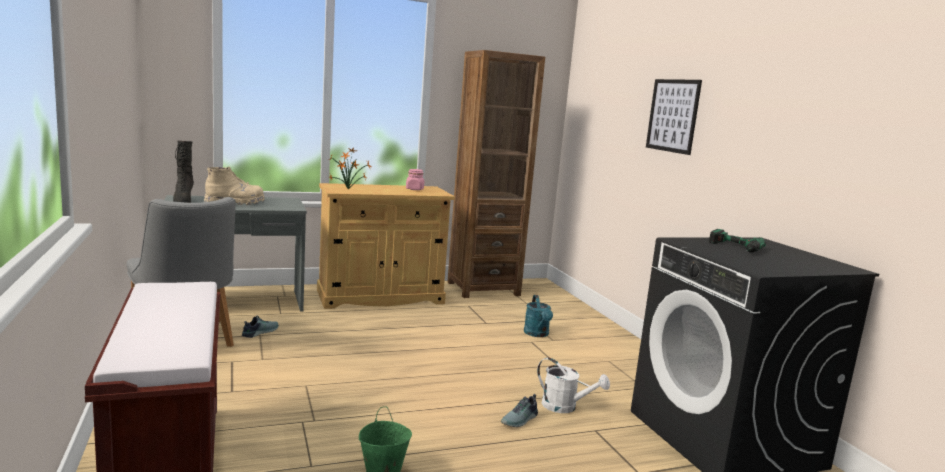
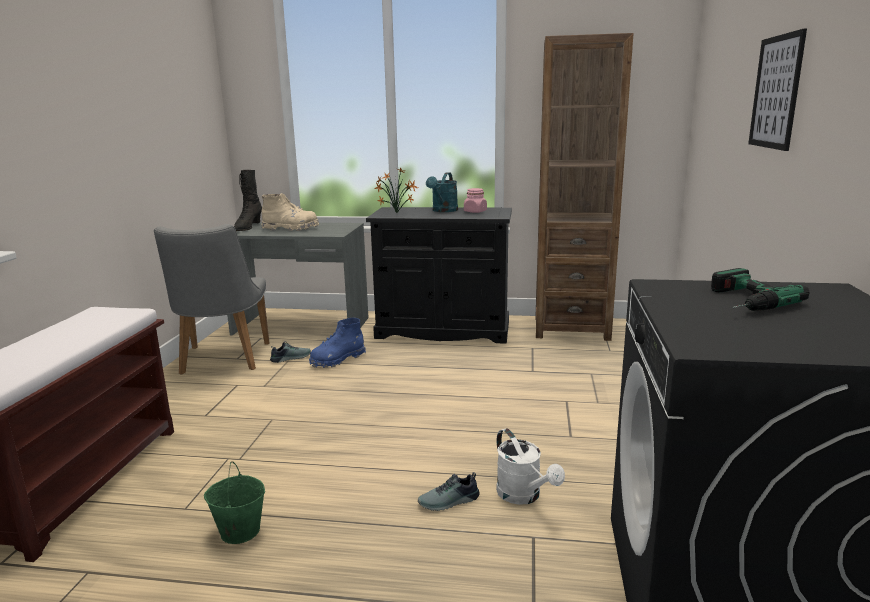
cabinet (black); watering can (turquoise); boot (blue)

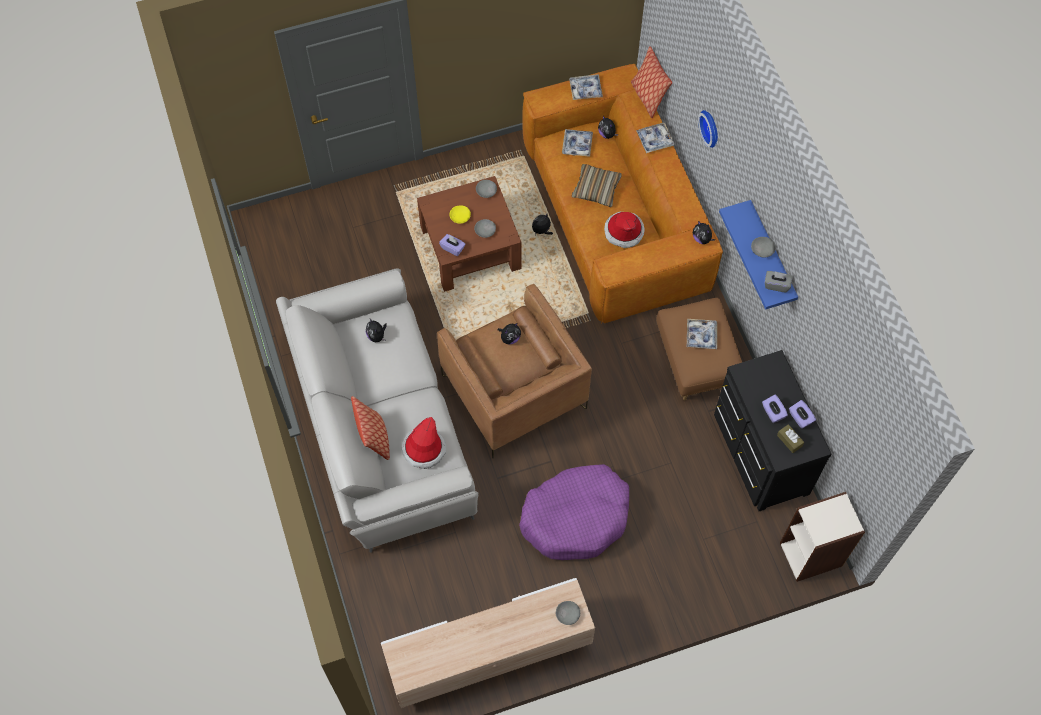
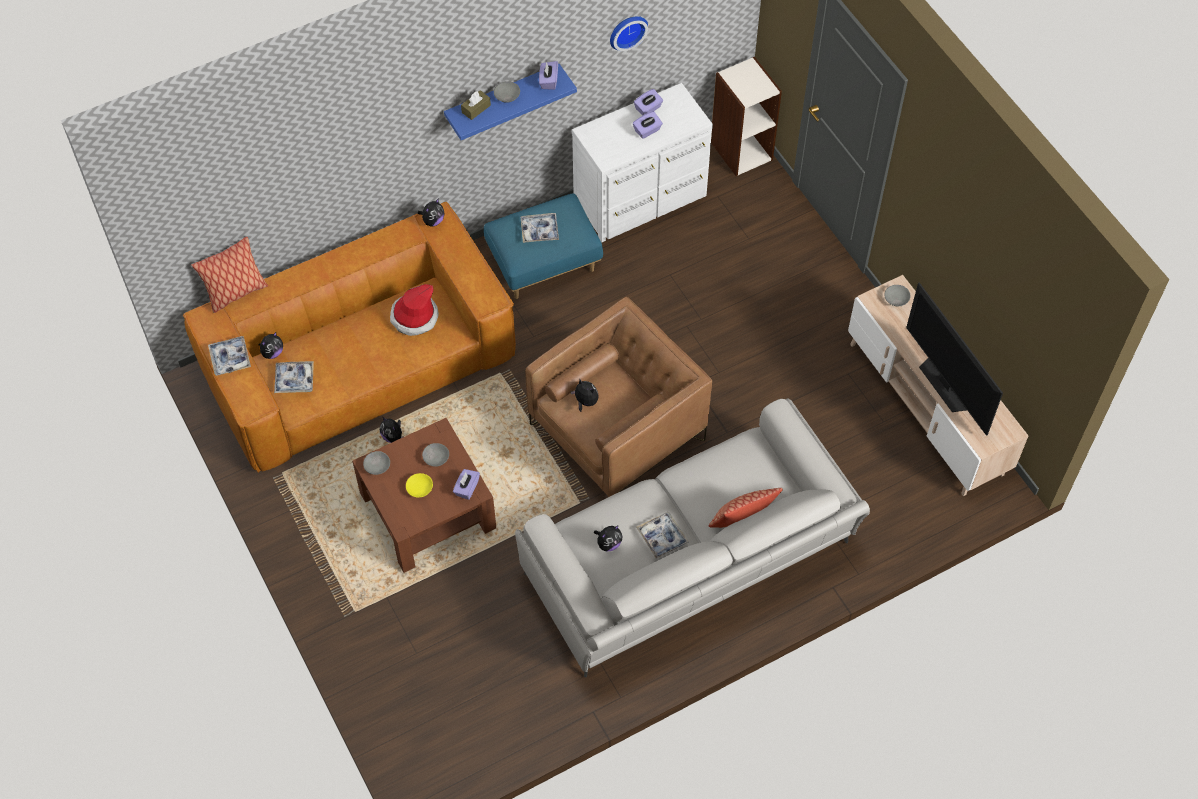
wall clock; tray (4th from left); pillow (2nd from left in the first image); tissue box (purple) (2nd from left); ottoman (blue); dresser (white); hat (1st from left in the first image); tissue box (brown); dog bed (purple); television

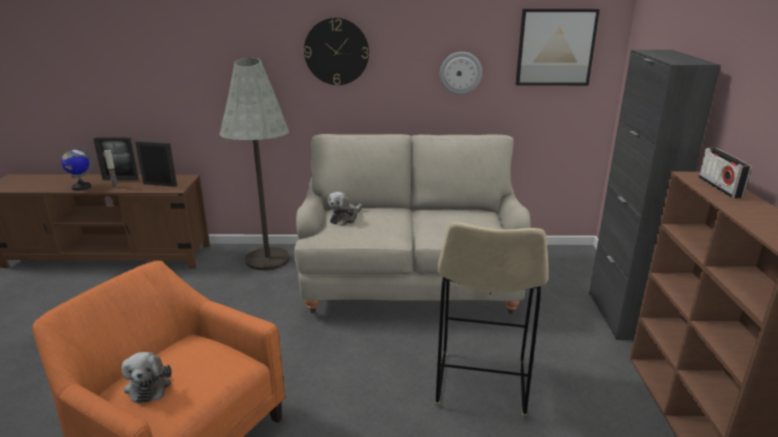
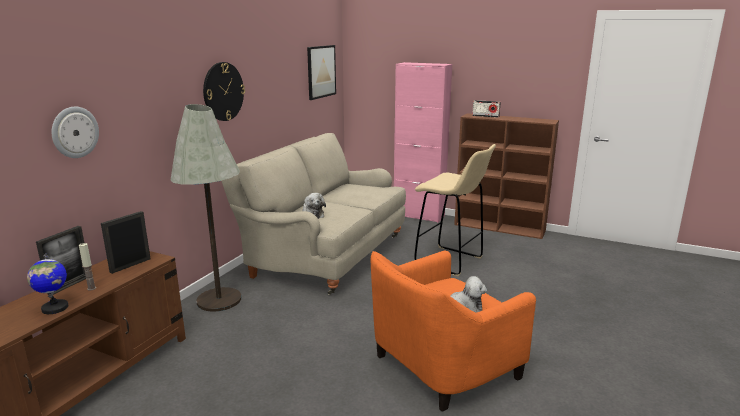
cabinet (pink); wall clock (1st from left)

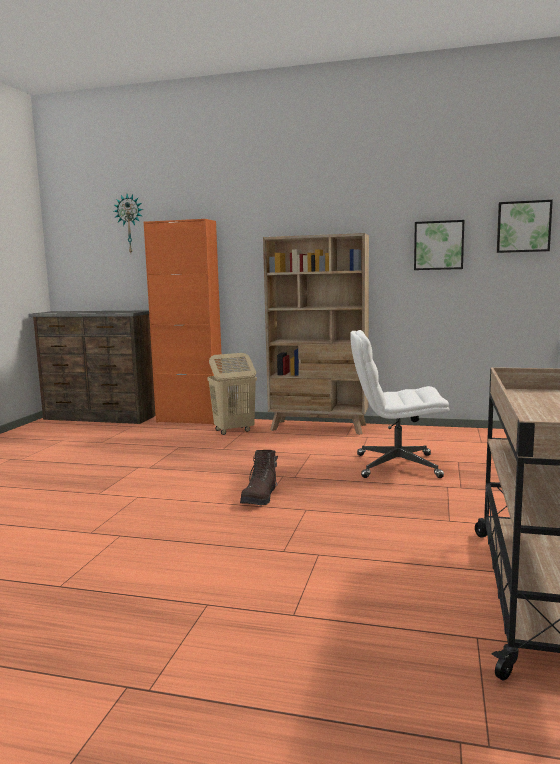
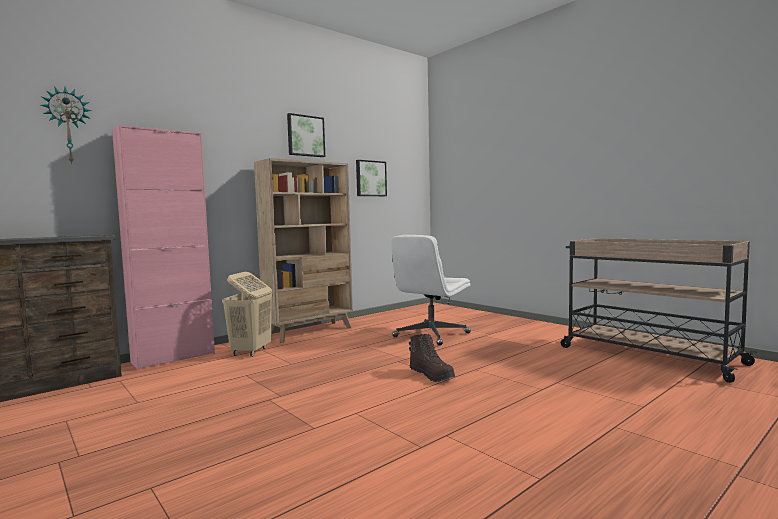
picture (1st from left); cabinet (pink)

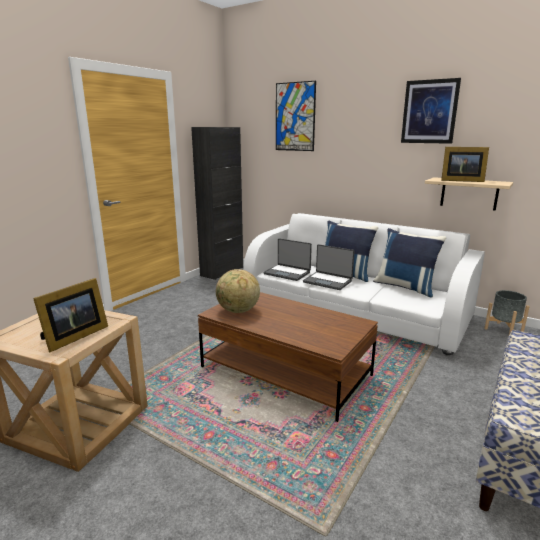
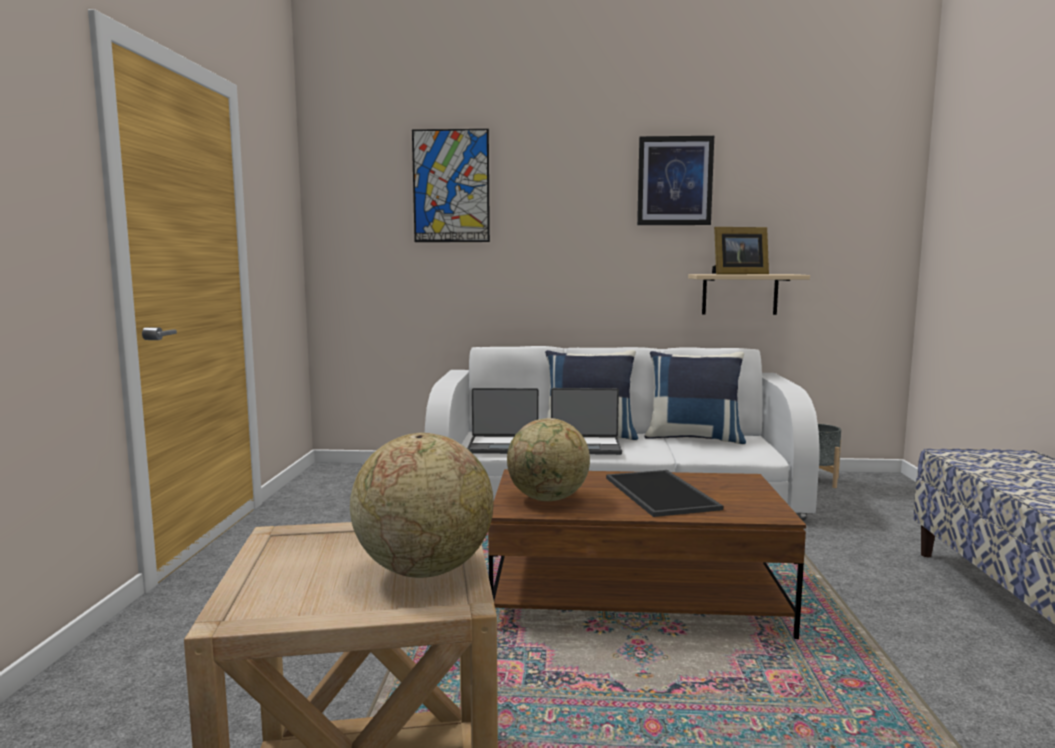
cabinet (black); globe (1st from left); tray

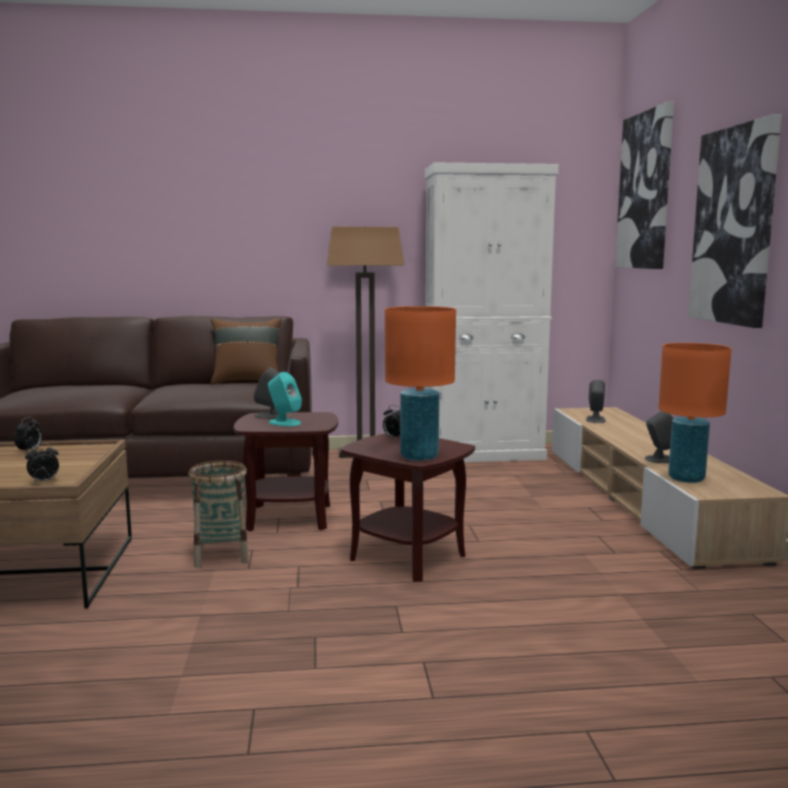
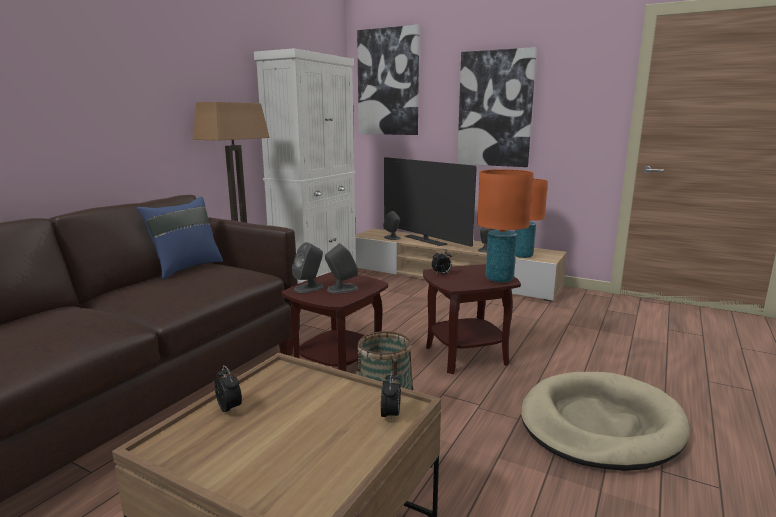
pillow (blue); speaker (grey) (2nd from left); television; dog bed (beige)

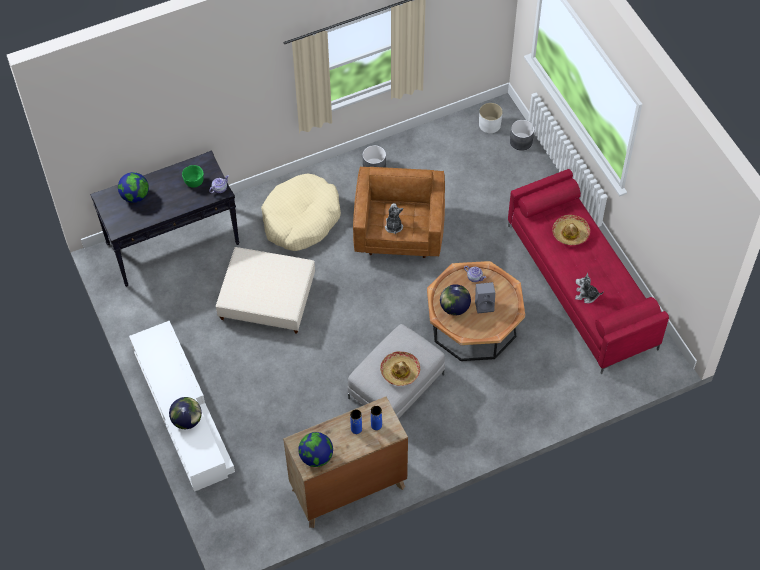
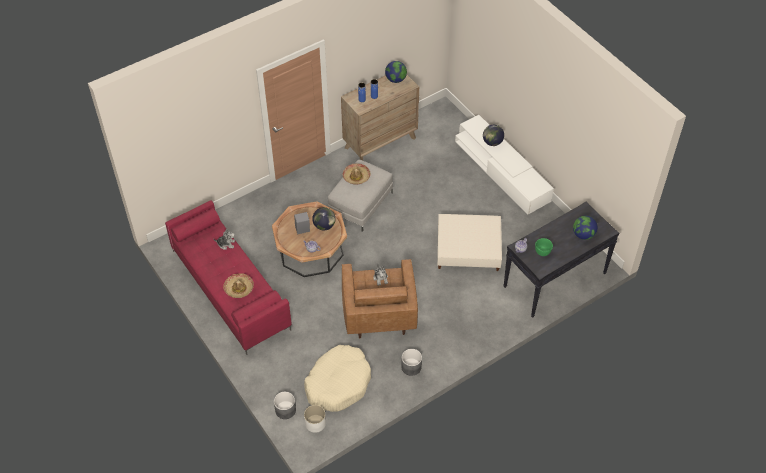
dog bed (beige)

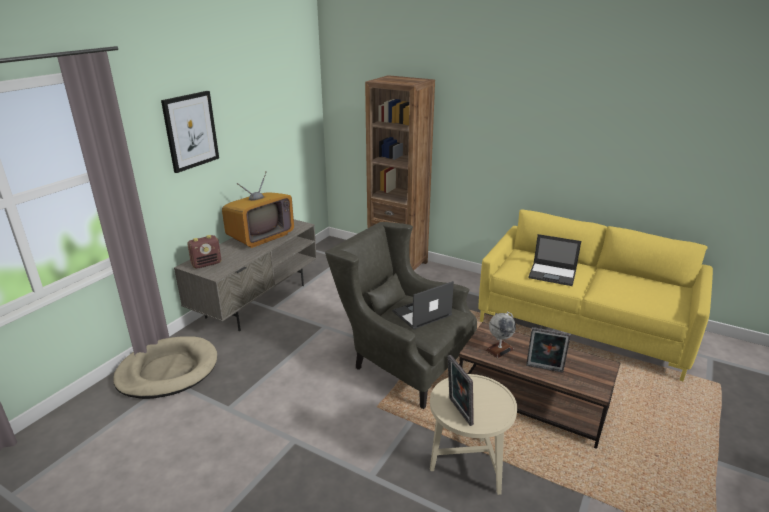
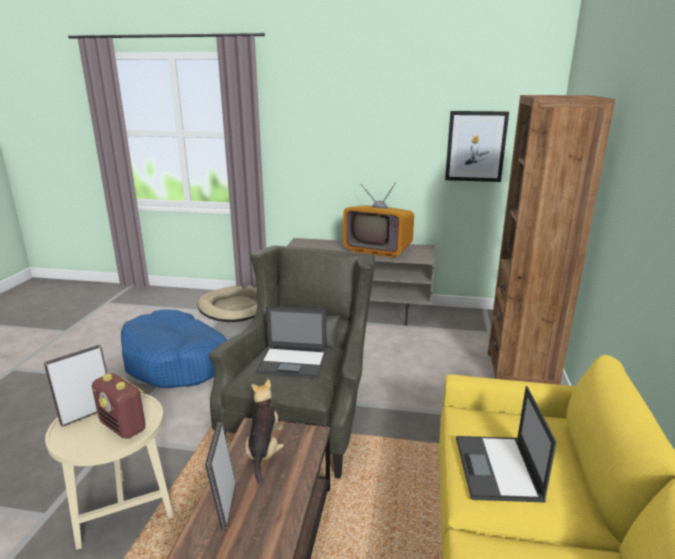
picture; radio; laptop (1st from left); plush toy; dog bed (blue)

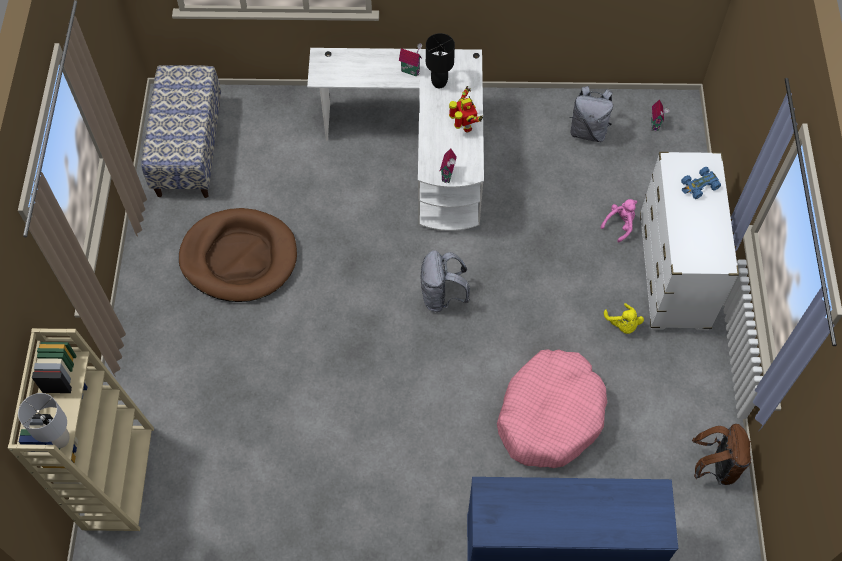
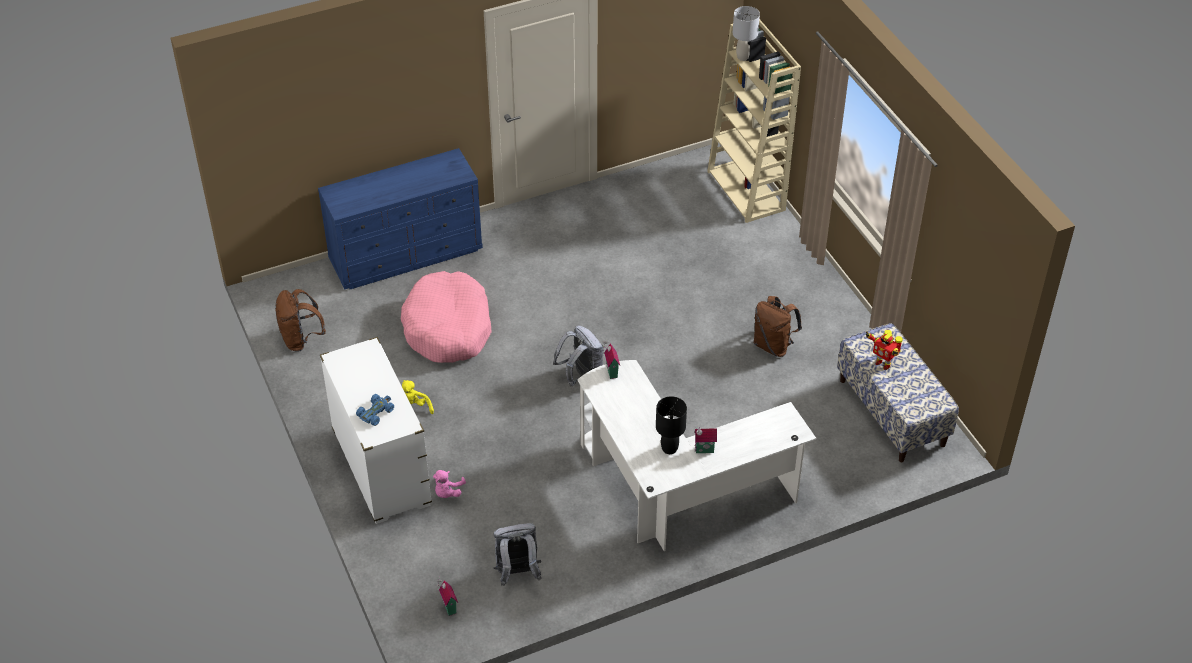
toy robot; backpack (brown) (2nd from left)

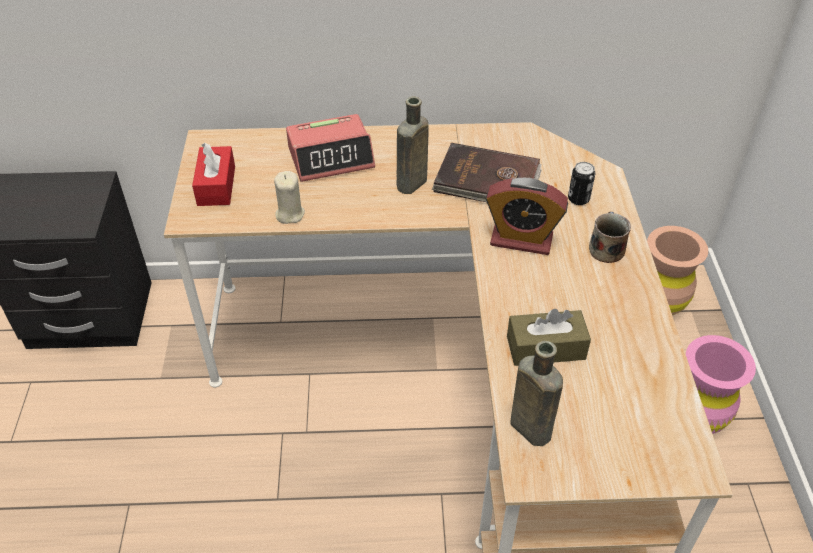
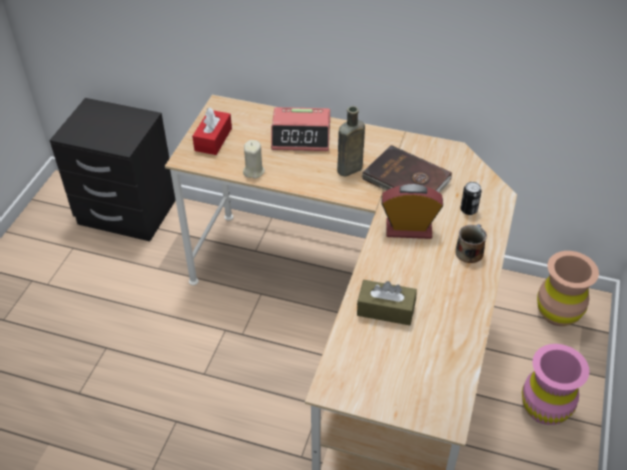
alarm clock (2nd from left); bottle (brown) (2nd from left in the first image)

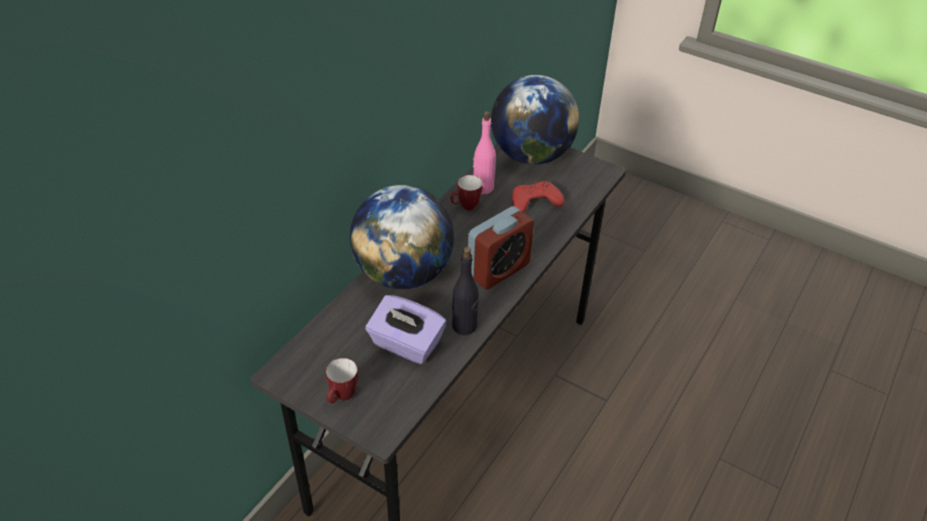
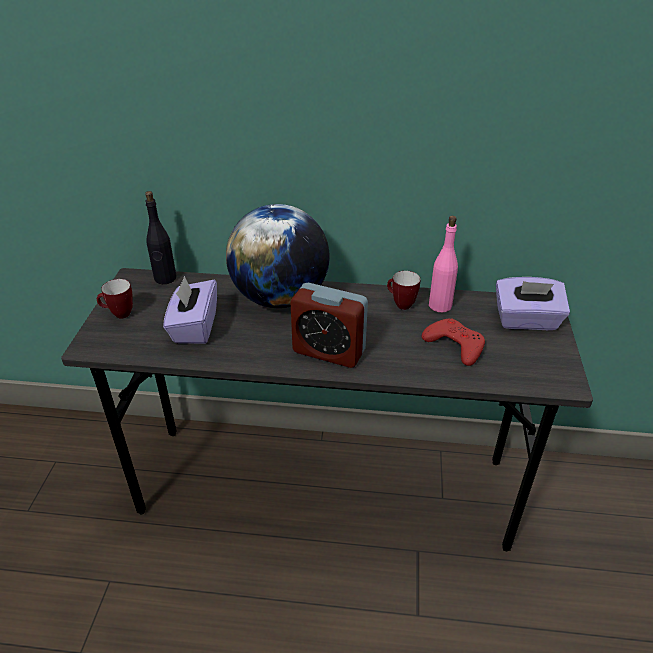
tissue box (purple) (2nd from left); bottle (black)

